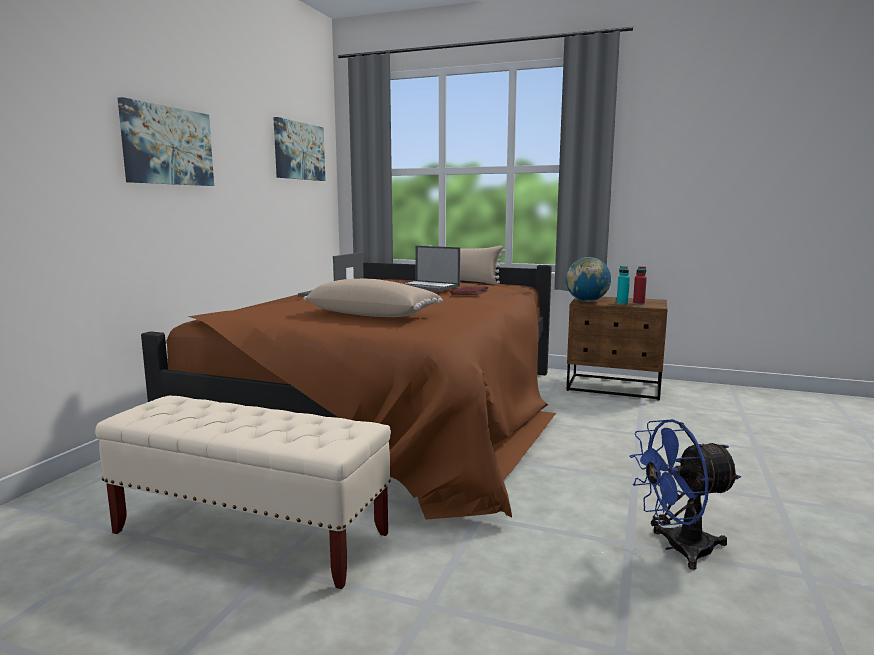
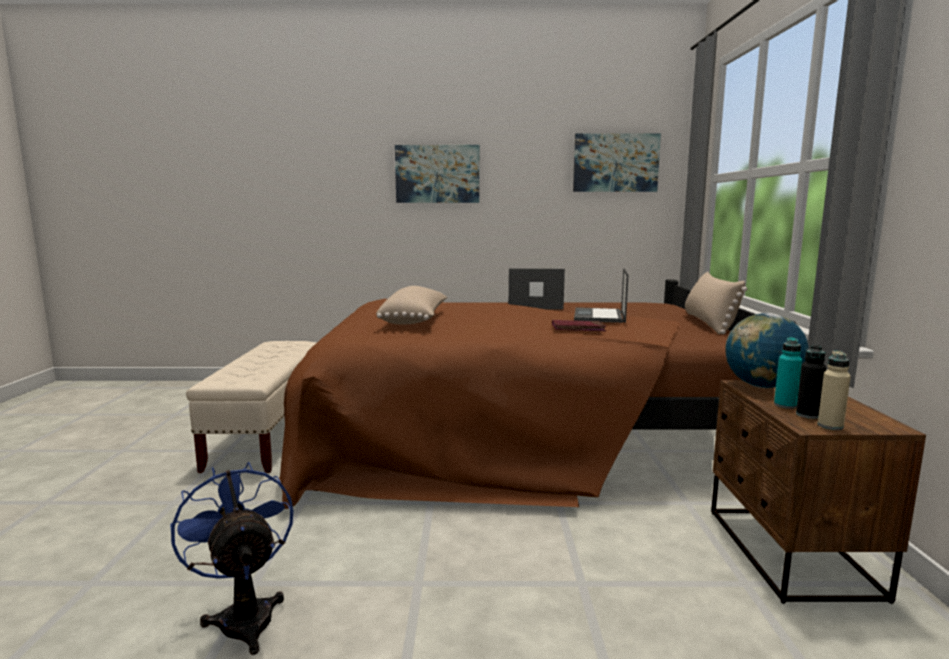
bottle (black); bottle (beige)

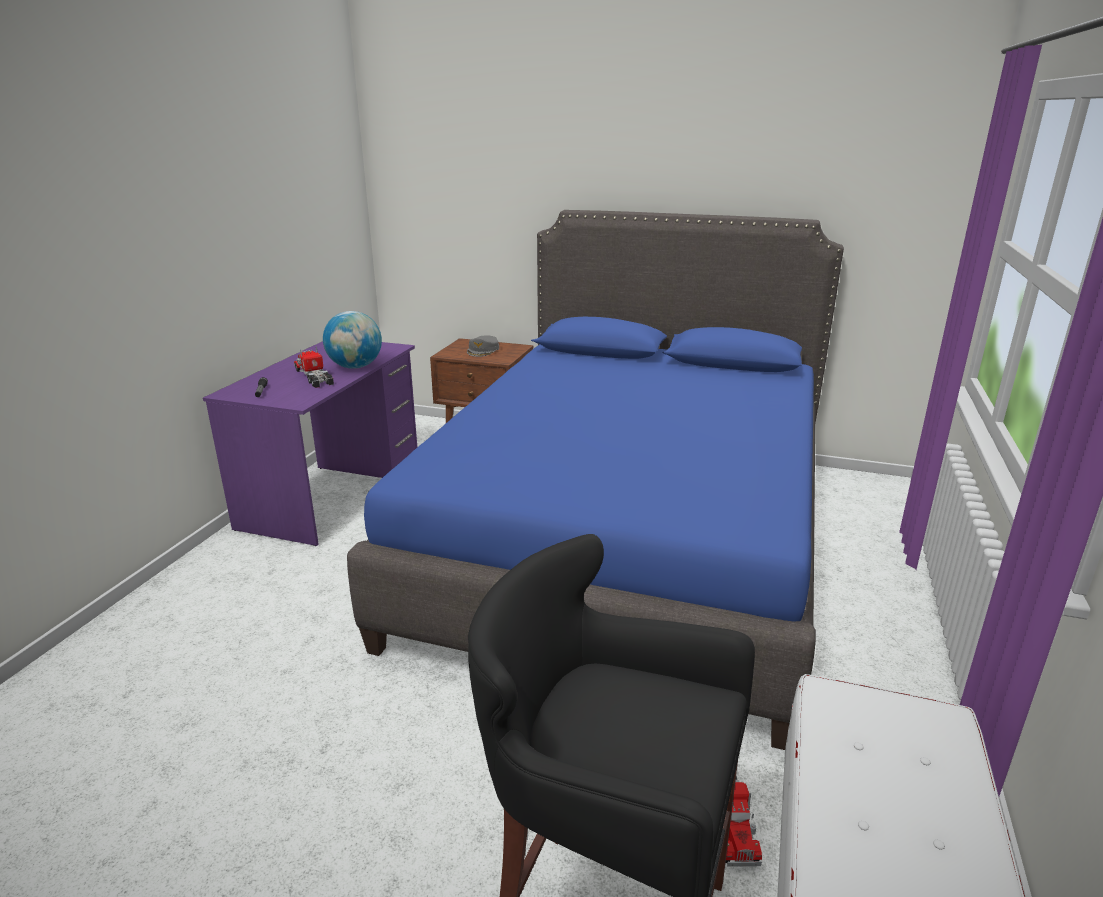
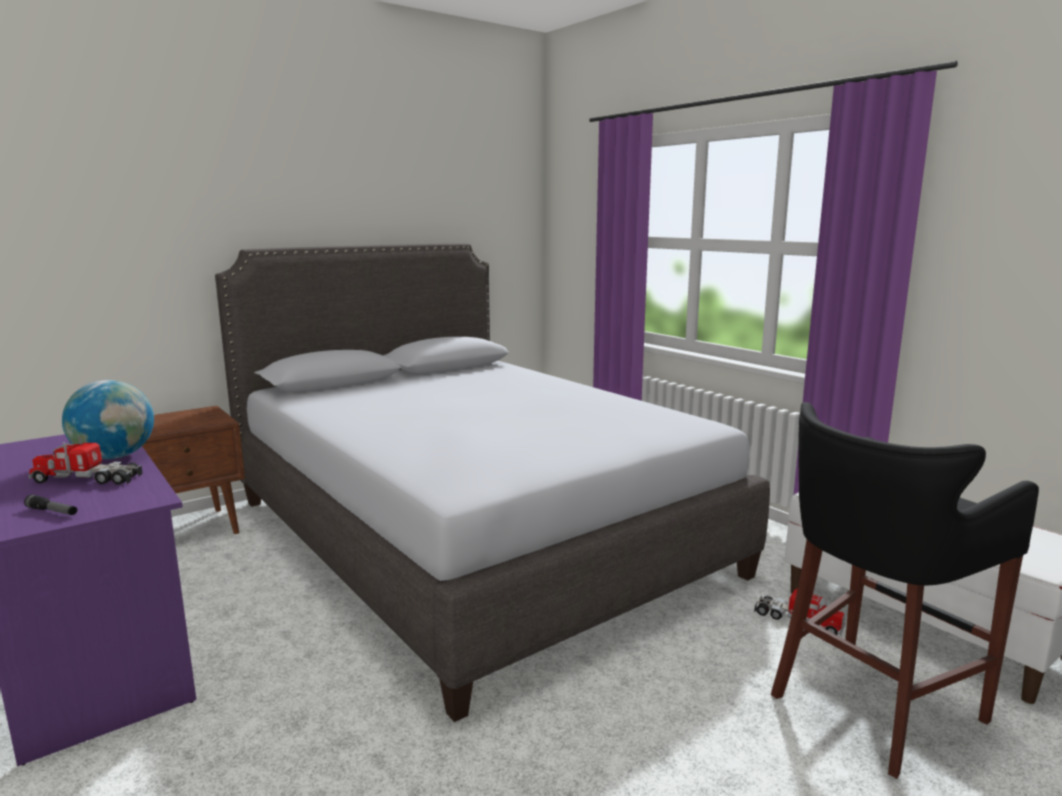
bed (grey); cap (grey)

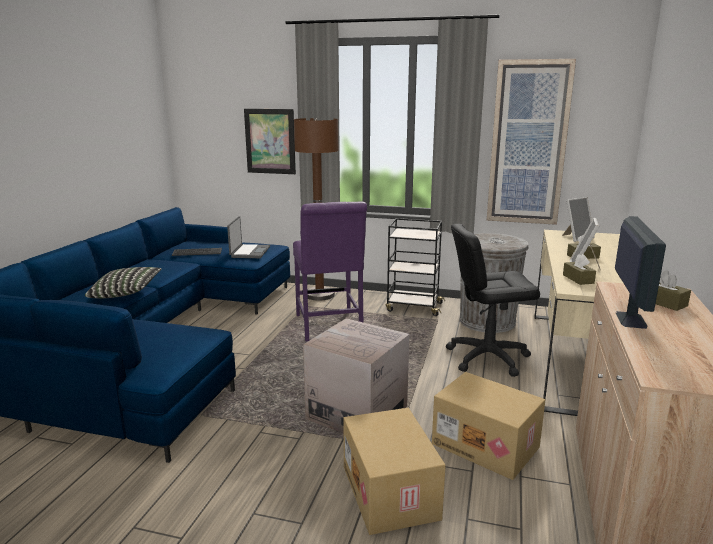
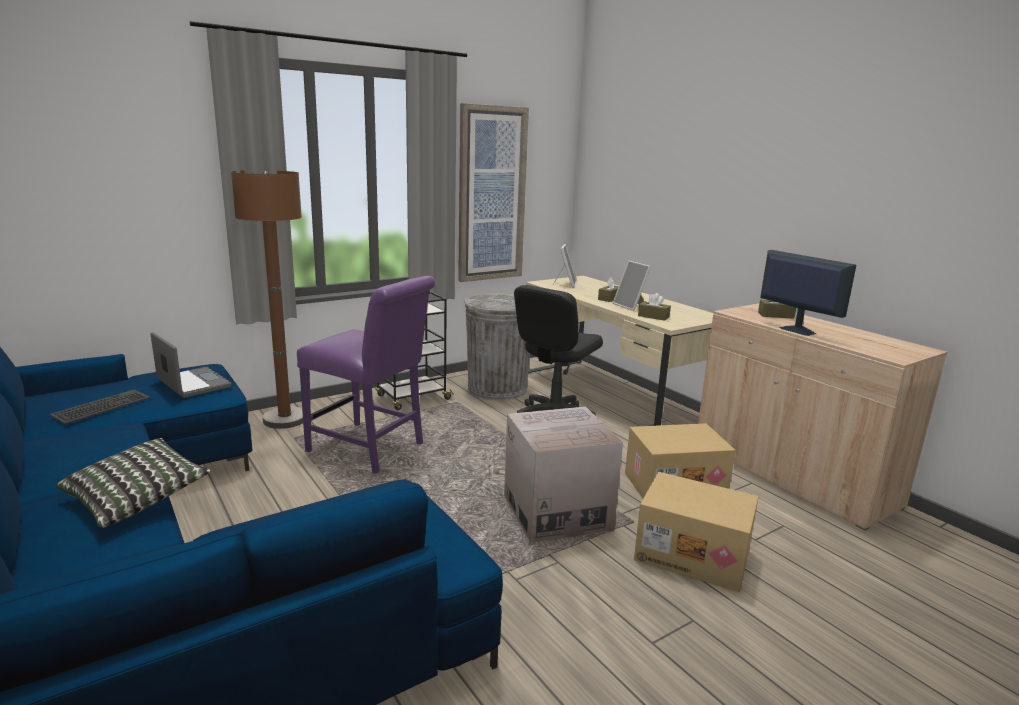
picture (1st from left in the first image)

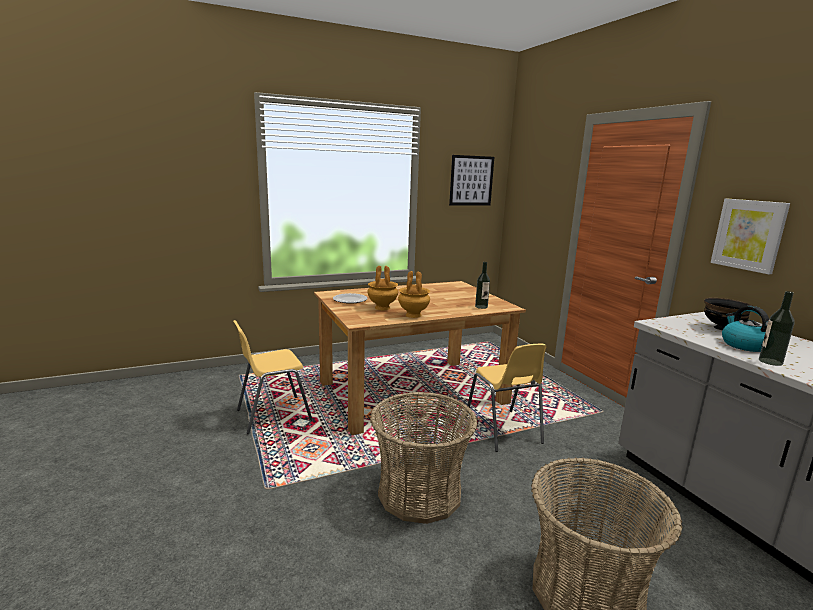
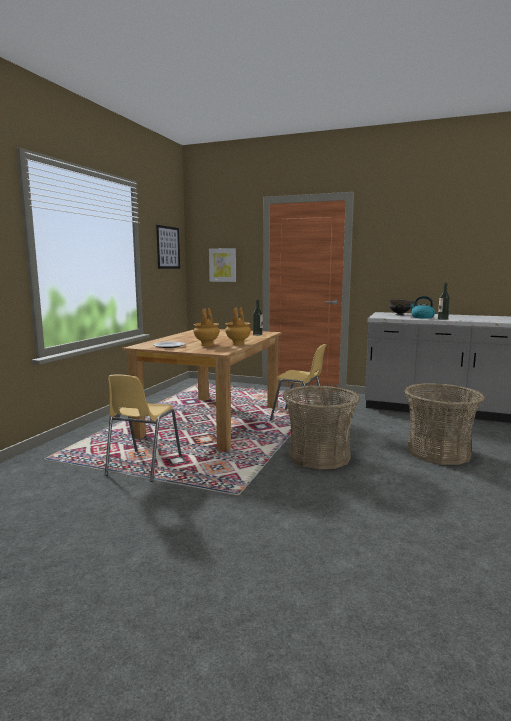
picture (2nd from left)

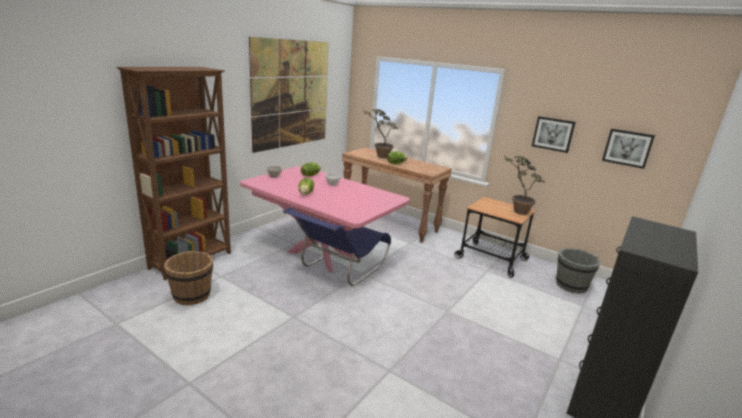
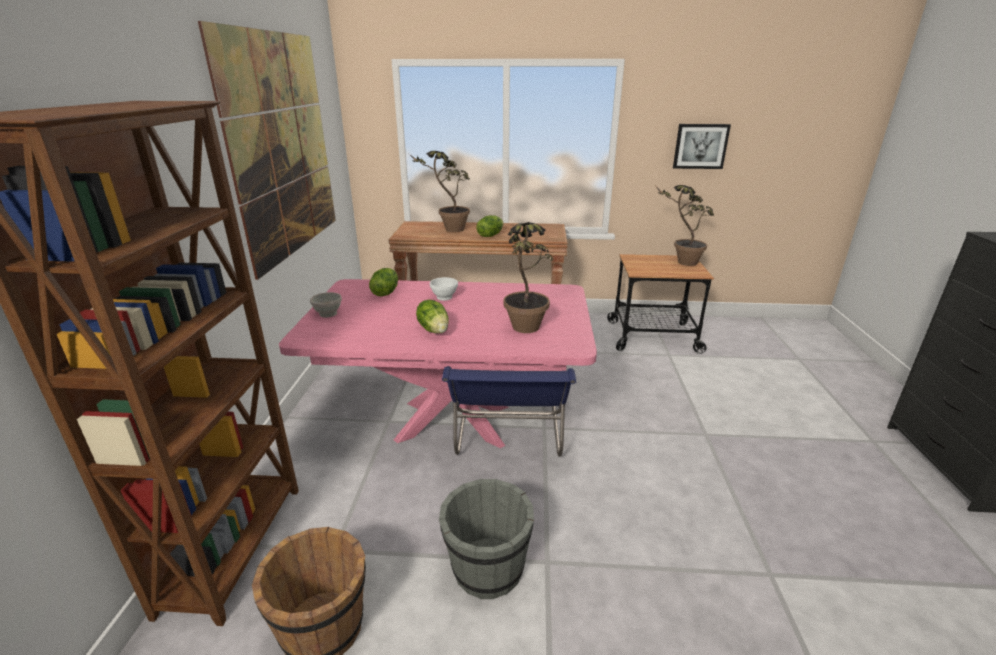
picture (3rd from left in the first image); bucket (grey); potted plant (2nd from left)

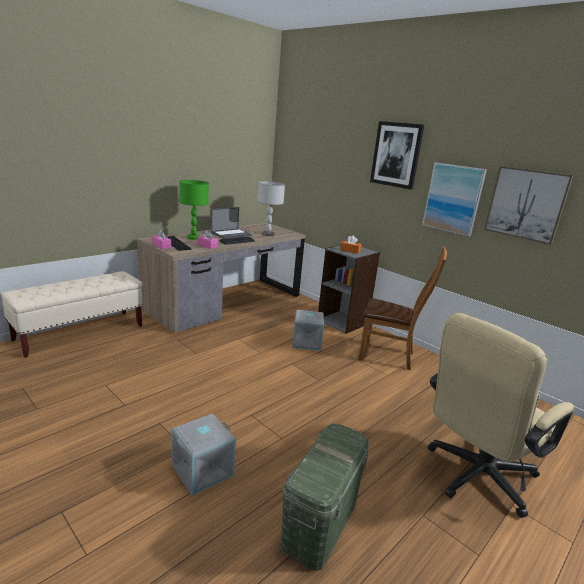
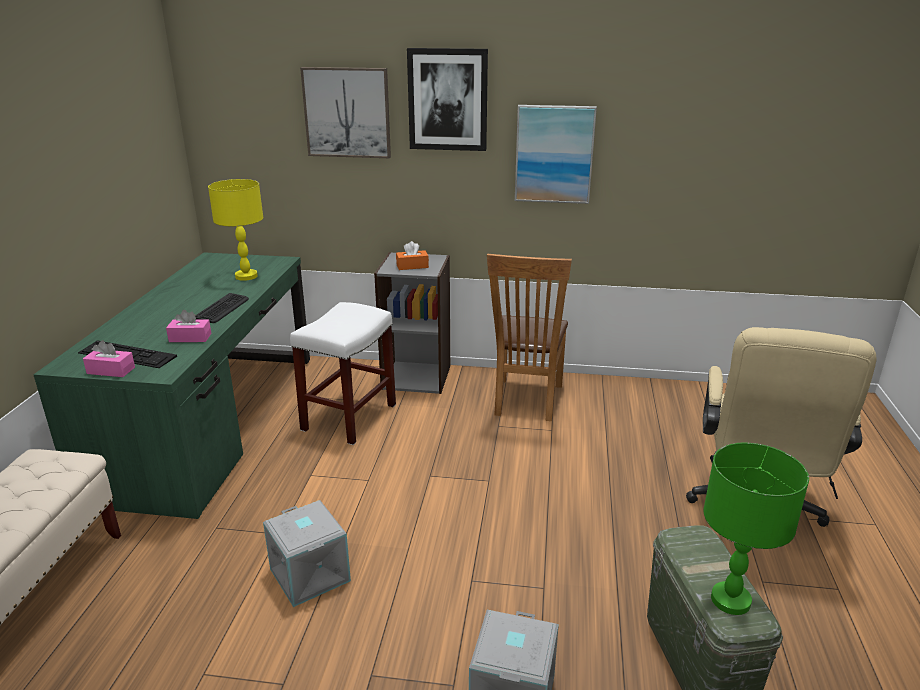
picture (1st from left); table lamp (green); table lamp (yellow); laptop; desk (green); chair (brown); storage box (grey) (1st from left); stool (white)

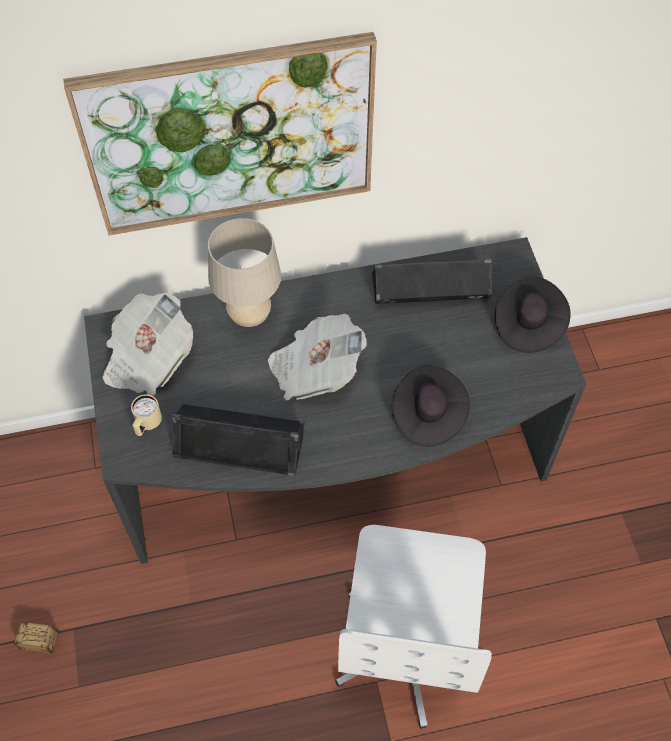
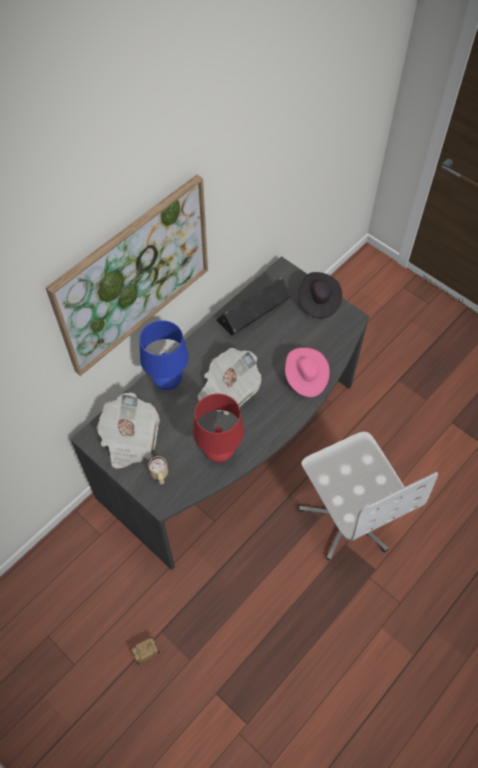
table lamp (blue); hat (pink); table lamp (red)

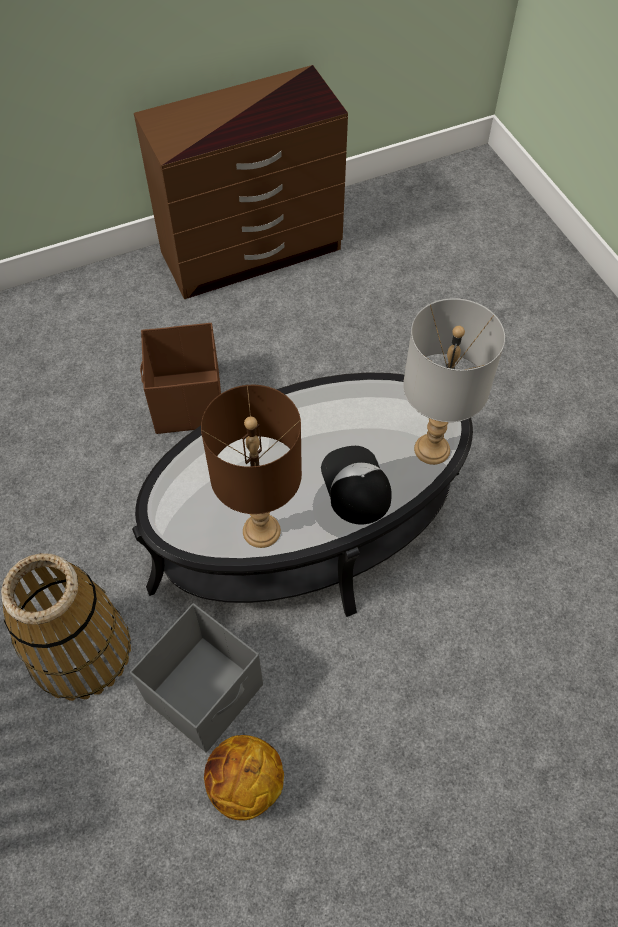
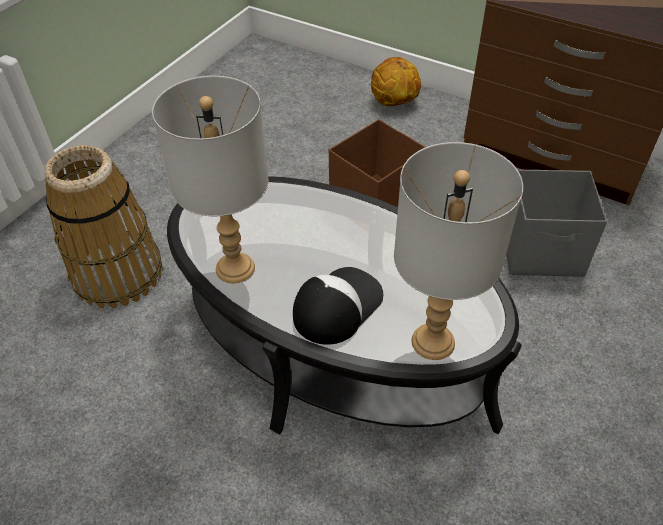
table lamp (grey) (1st from left); storage box (grey); basketball

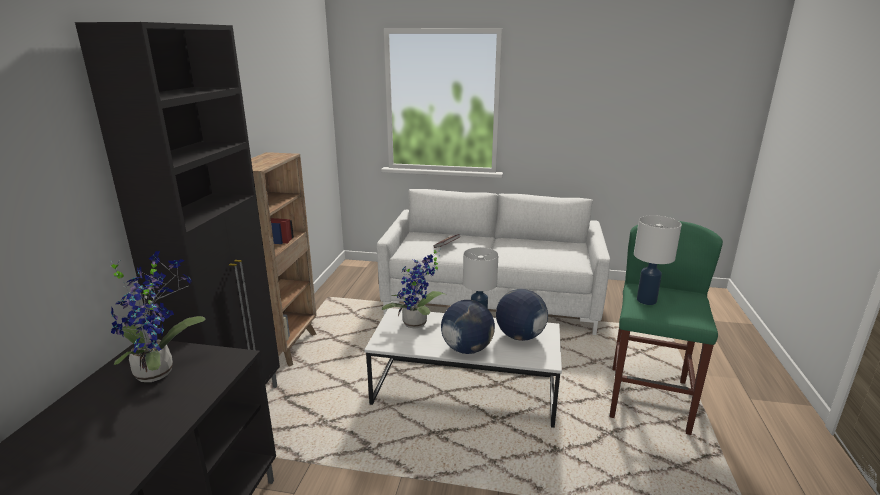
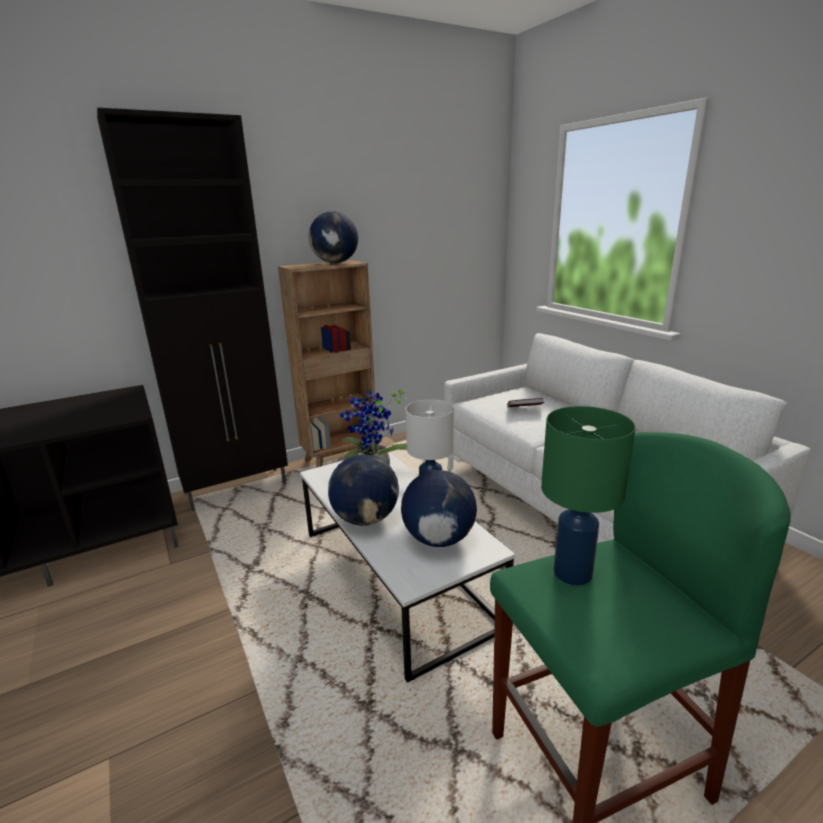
table lamp (green); potted plant (1st from left in the first image); globe (1st from left)

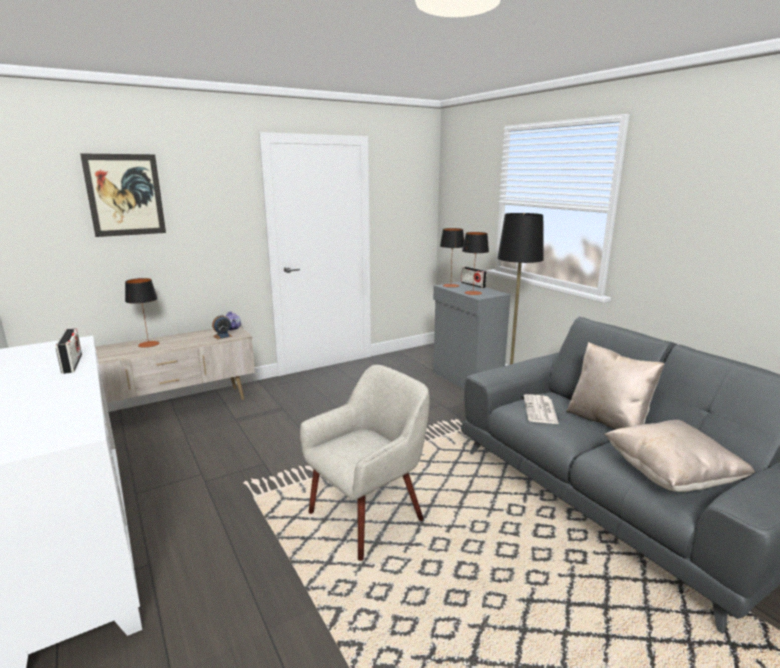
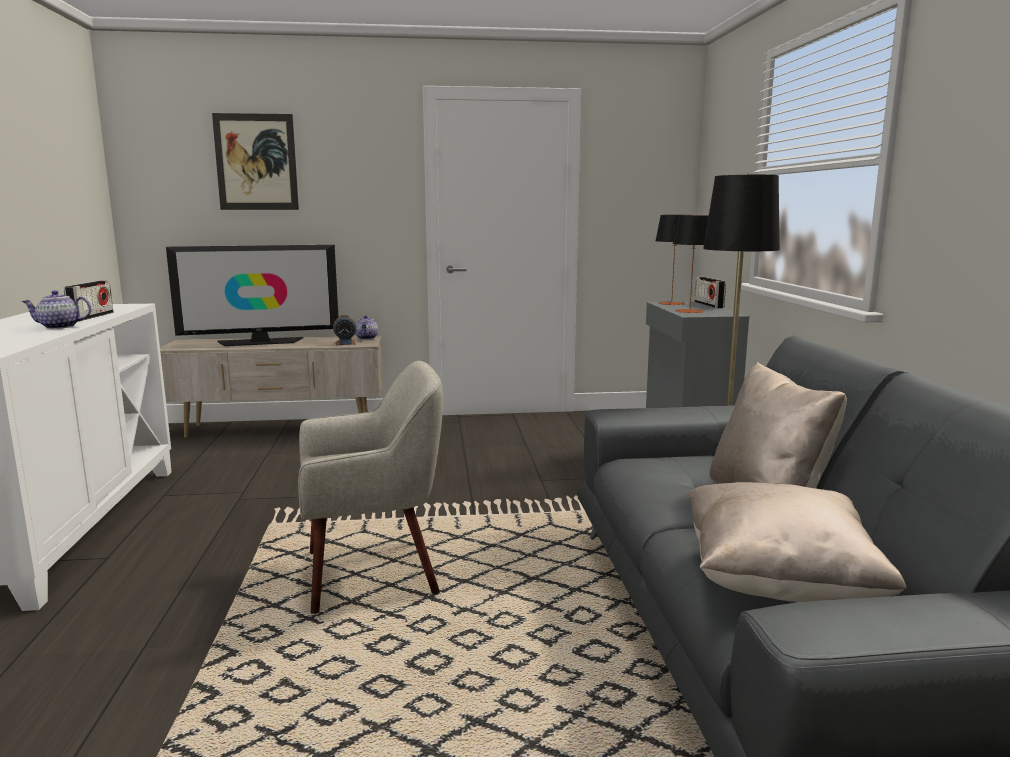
television; newspaper; teapot (1st from left)

